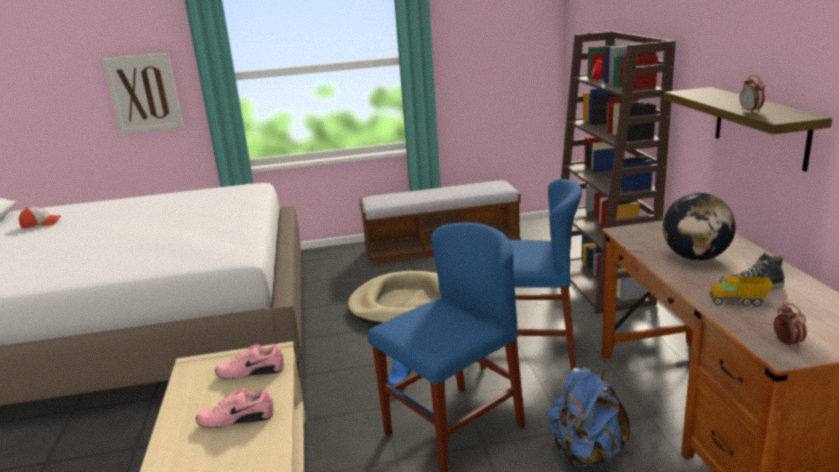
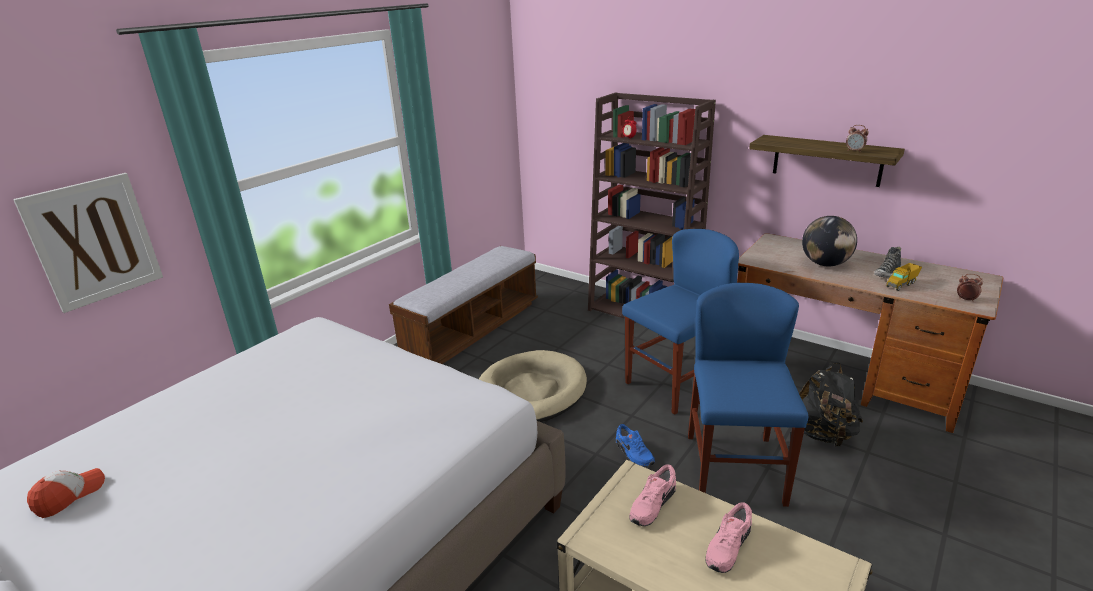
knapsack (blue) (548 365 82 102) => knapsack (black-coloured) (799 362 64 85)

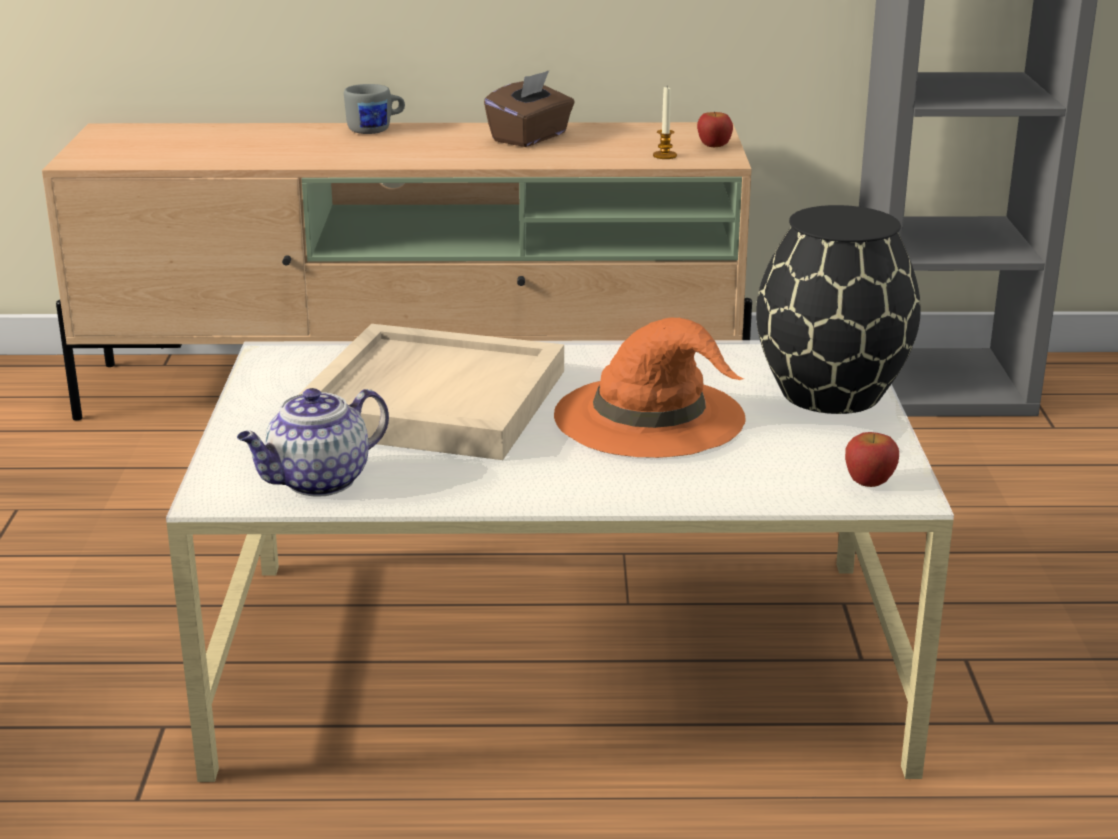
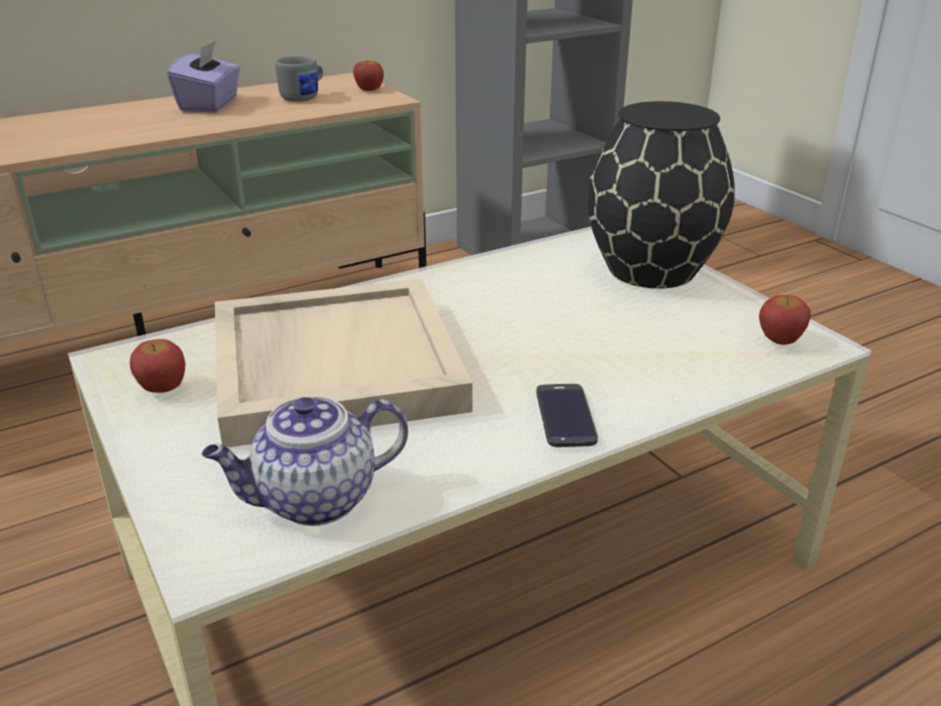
nothing => apple fruit (130 339 55 54)
tissue box (brownish) (484 71 91 76) => tissue box (purple) (167 41 73 71)
teapot (237 388 152 108) => teapot (202 396 206 130), 45 degrees clockwise
coffee mug (grey) (344 84 61 50) => coffee mug (grey) (275 56 48 46), moved
nothing => telephone (536 384 62 63)
wearable hat (orange) (554 317 192 141) => nothing
wax candle (653 87 24 72) => nothing

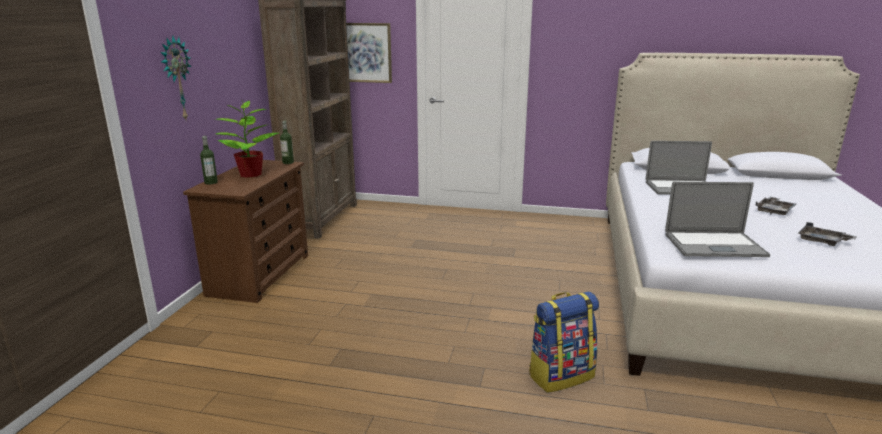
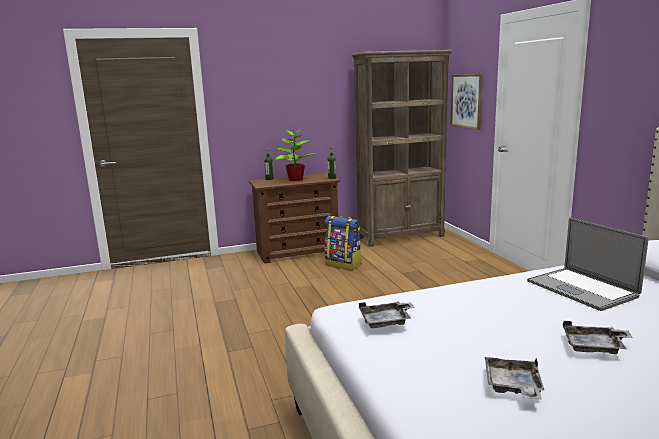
knapsack (529 291 70 102) => knapsack (325 216 37 54), moved
notebook computer (665 182 105 75) => tray (grey) (359 302 56 26)
clock on the wall (160 35 31 85) => nothing

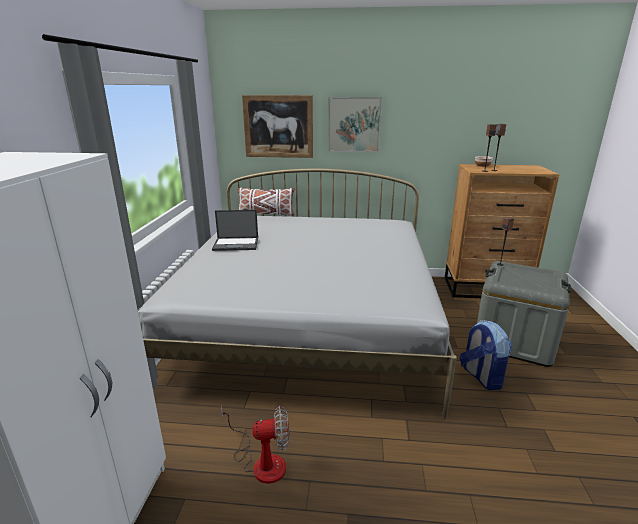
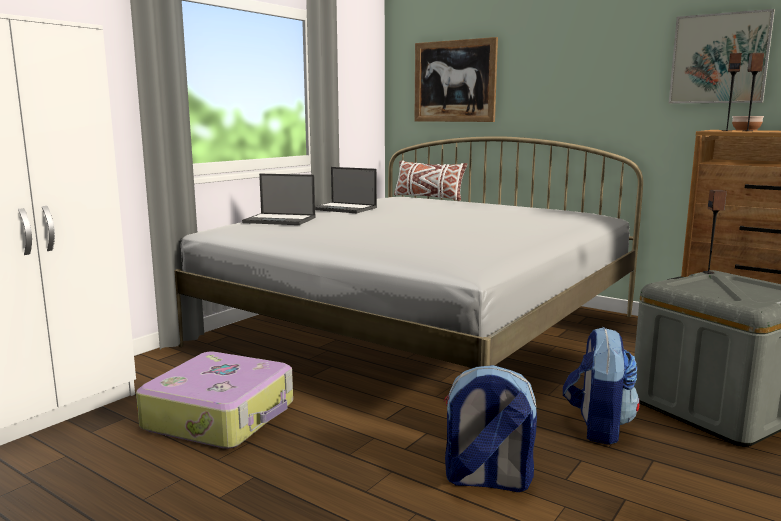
cooling fan (221 406 68 78) => travel case (136 351 157 98)
nothing => notebook computer (242 174 73 51)
nothing => knapsack (444 365 93 127)
picture (328 97 54 55) => picture (669 9 106 94), moved

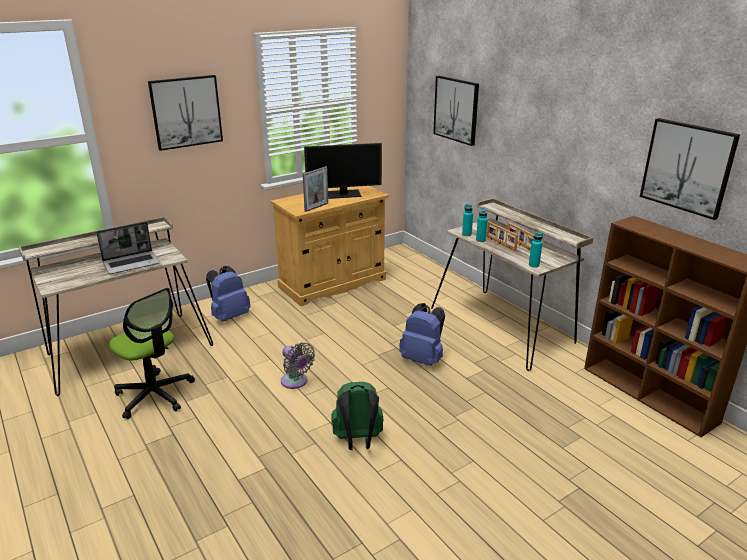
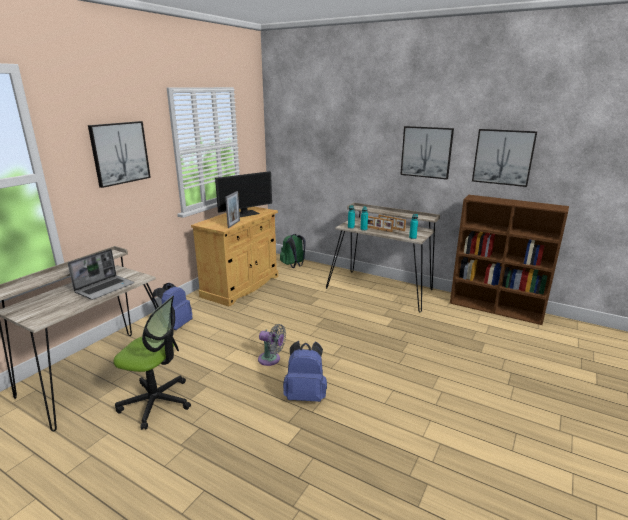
knapsack (greenish) (331 382 52 68) => knapsack (greenish) (280 234 26 34), moved
knapsack (blue) (399 303 46 63) => knapsack (blue) (283 341 44 61), moved
picture (433 76 46 70) => picture (400 126 54 53), moved

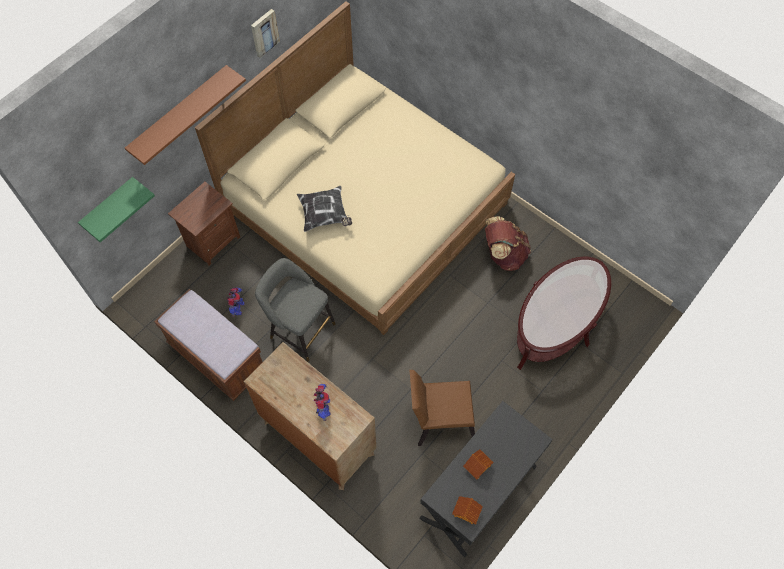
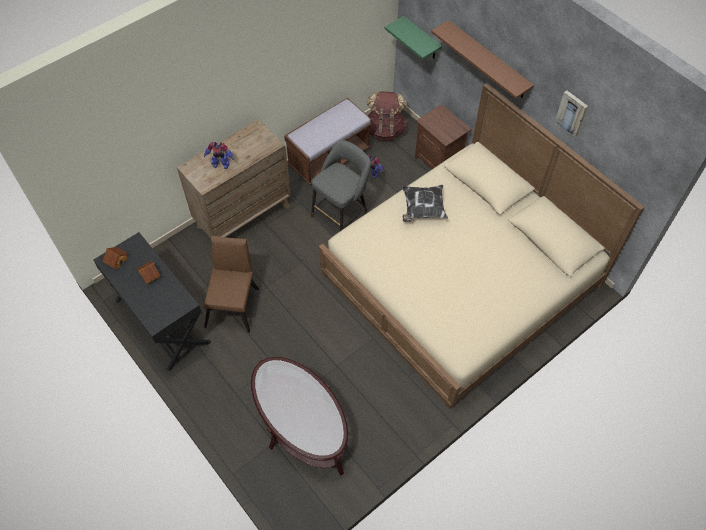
knapsack (brownish) (485 216 46 55) => knapsack (brownish) (367 92 40 49), moved

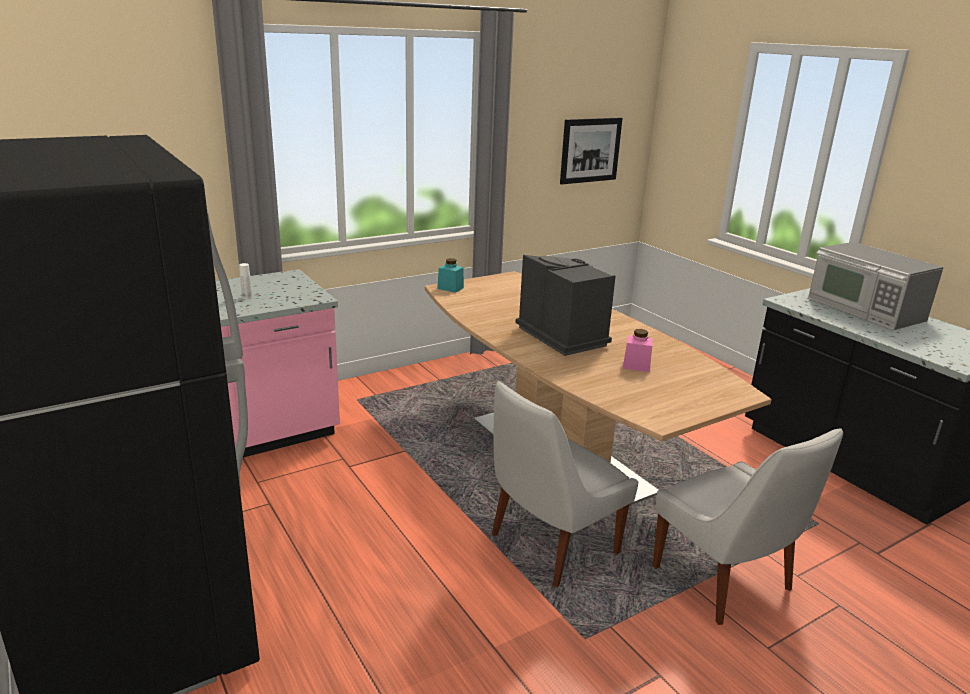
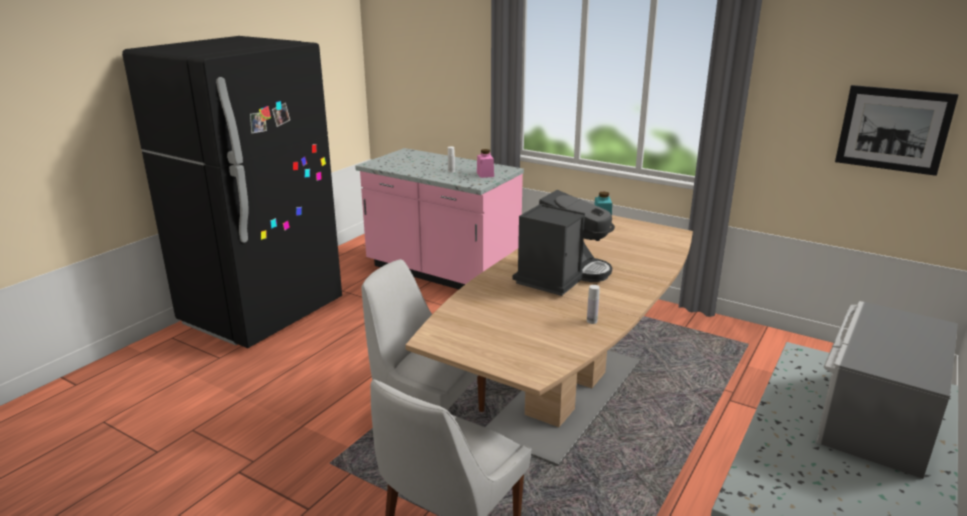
preserve jar (pink-coloured) (623 329 30 43) => preserve jar (pink-coloured) (477 149 17 29), moved
nothing => drink bottle (whitish) (587 285 13 39)

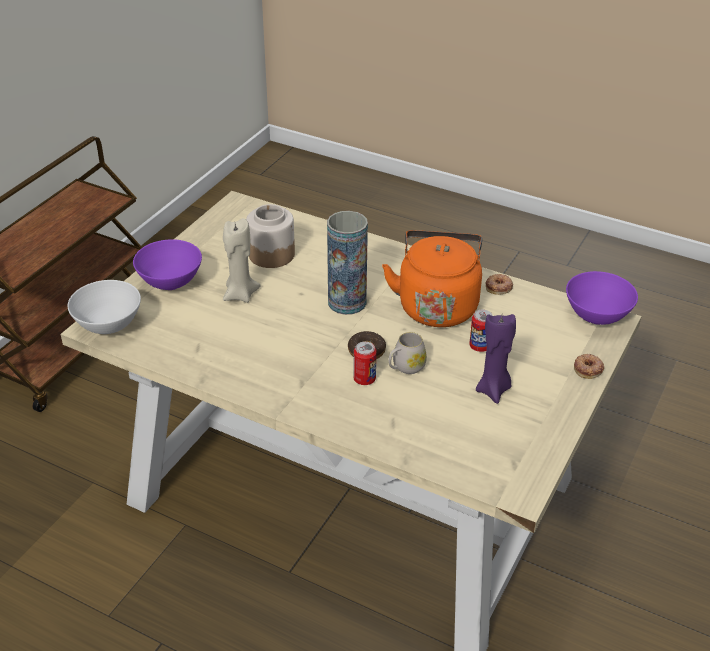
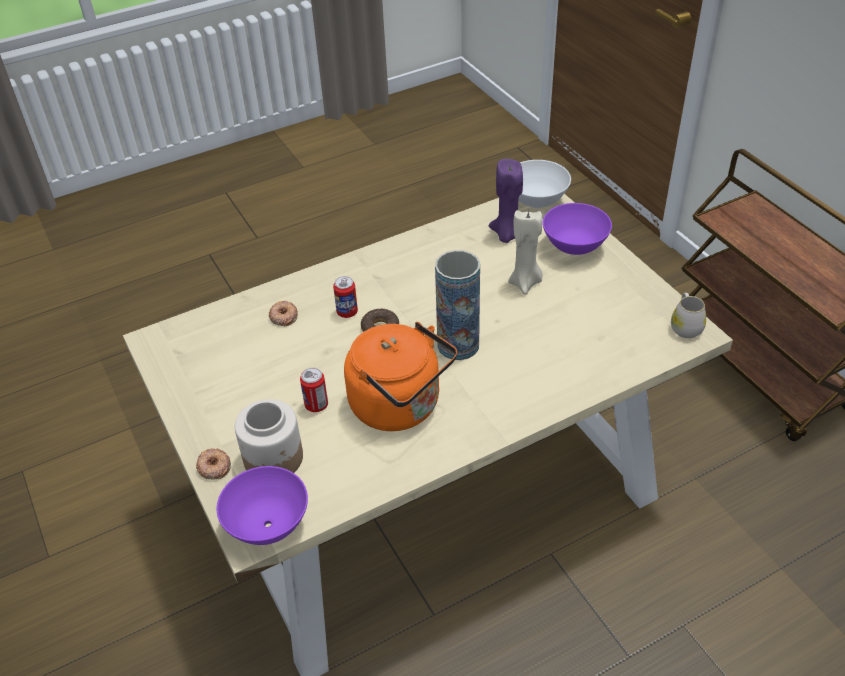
preserve jar (246 204 49 64) => preserve jar (235 399 68 74), moved
donut (486 274 27 21) => donut (269 301 29 25), moved
wax candle (purple) (476 314 40 90) => wax candle (purple) (489 159 34 84), moved
coffee mug (whitish) (388 332 39 42) => coffee mug (whitish) (671 293 35 45), moved

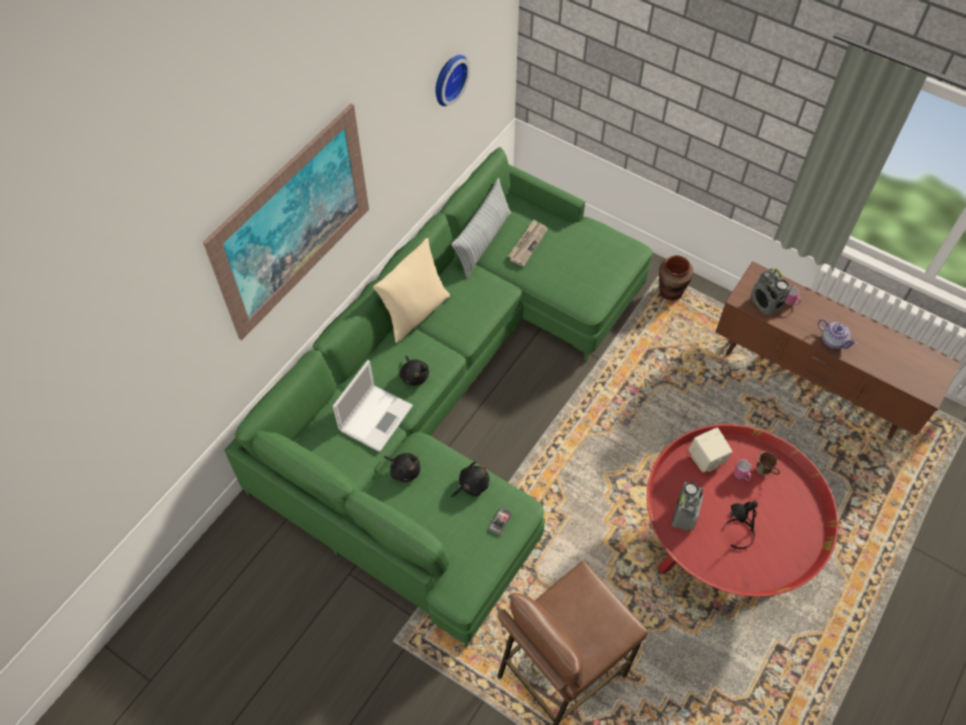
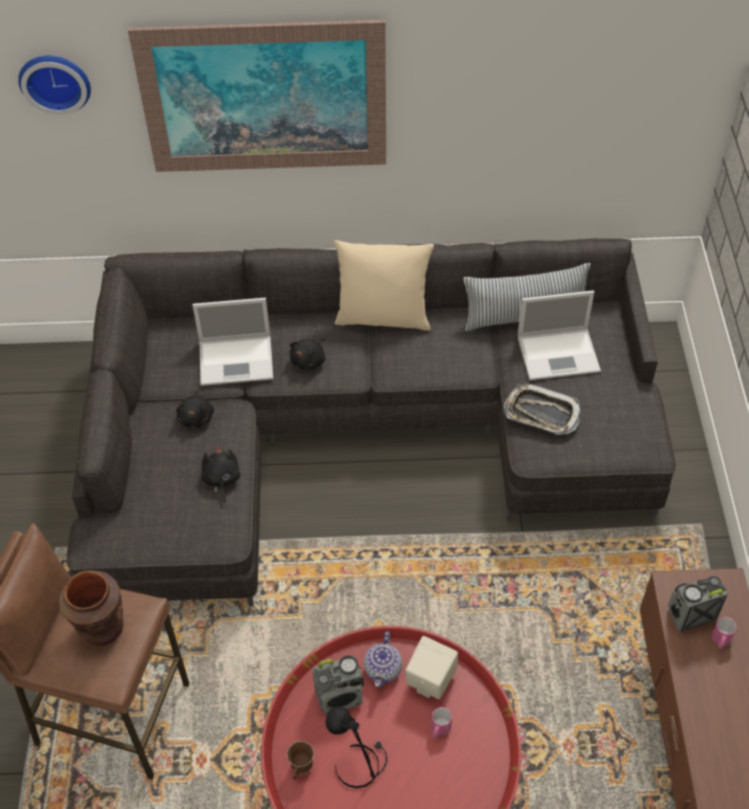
clock on the wall (435 55 35 51) => clock on the wall (18 56 73 59), moved
decorative vase (brownish) (659 255 35 46) => decorative vase (brownish) (59 570 64 76), moved
settee (greenish) (224 147 429 501) => settee (grey) (67 239 609 368)
soft toy (black-coloured) (451 461 39 37) => soft toy (black-coloured) (201 445 39 58), 120 degrees counterclockwise
coffee mug (brownish) (757 452 23 23) => coffee mug (brownish) (287 741 27 39), moved
teapot (818 319 40 30) => teapot (364 632 38 55), moved
nothing => tray (504 383 76 52)
printed paper (508 220 40 47) => notebook computer (518 291 83 89)
radio (750 268 40 47) => radio (668 576 60 56), 45 degrees clockwise
telephone (488 508 24 27) => nothing

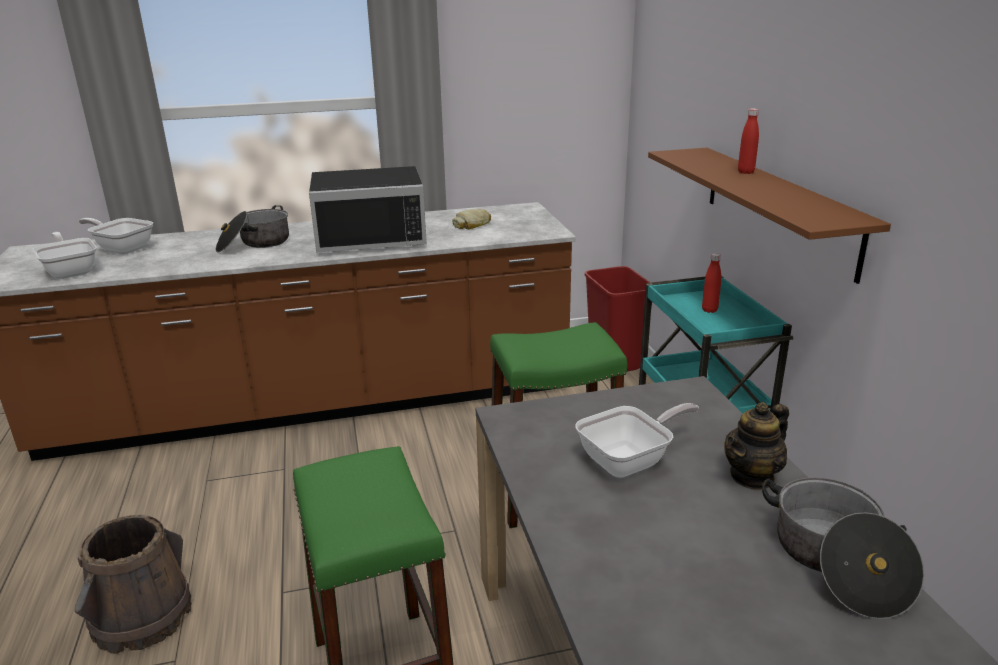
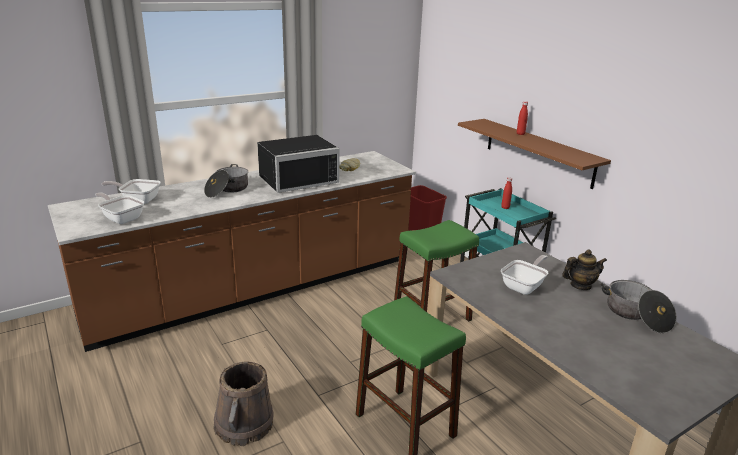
teapot (724 402 65 88) => teapot (562 249 45 41), 135 degrees counterclockwise

